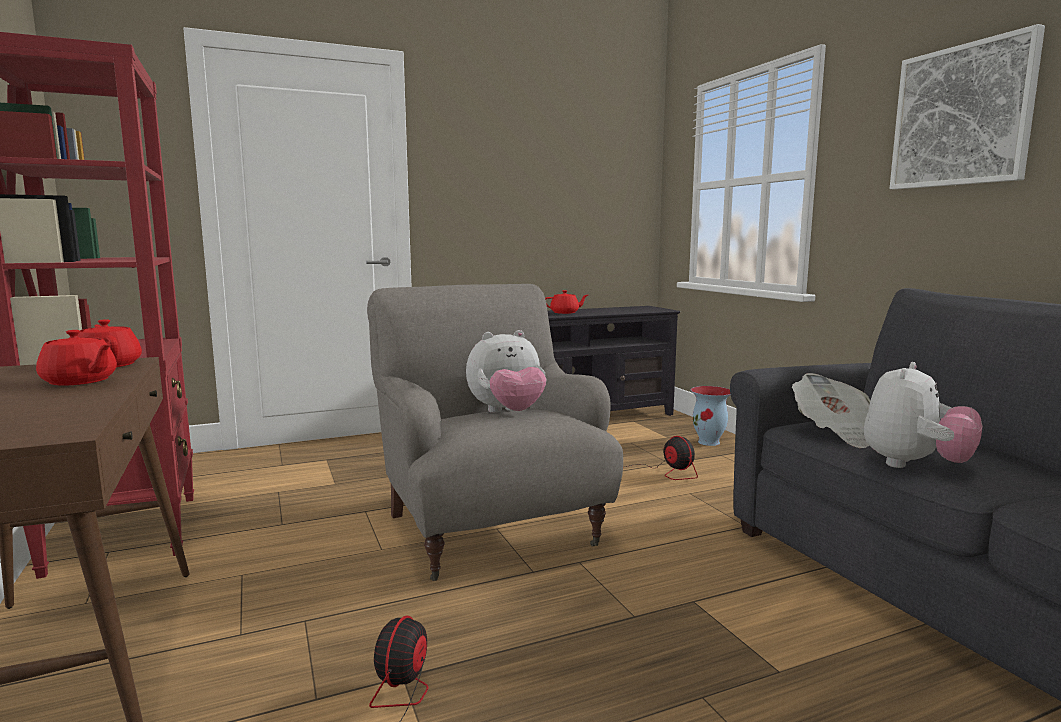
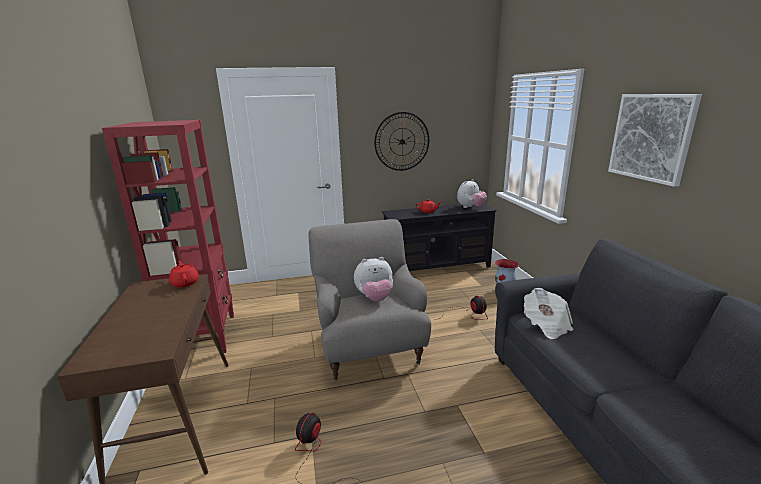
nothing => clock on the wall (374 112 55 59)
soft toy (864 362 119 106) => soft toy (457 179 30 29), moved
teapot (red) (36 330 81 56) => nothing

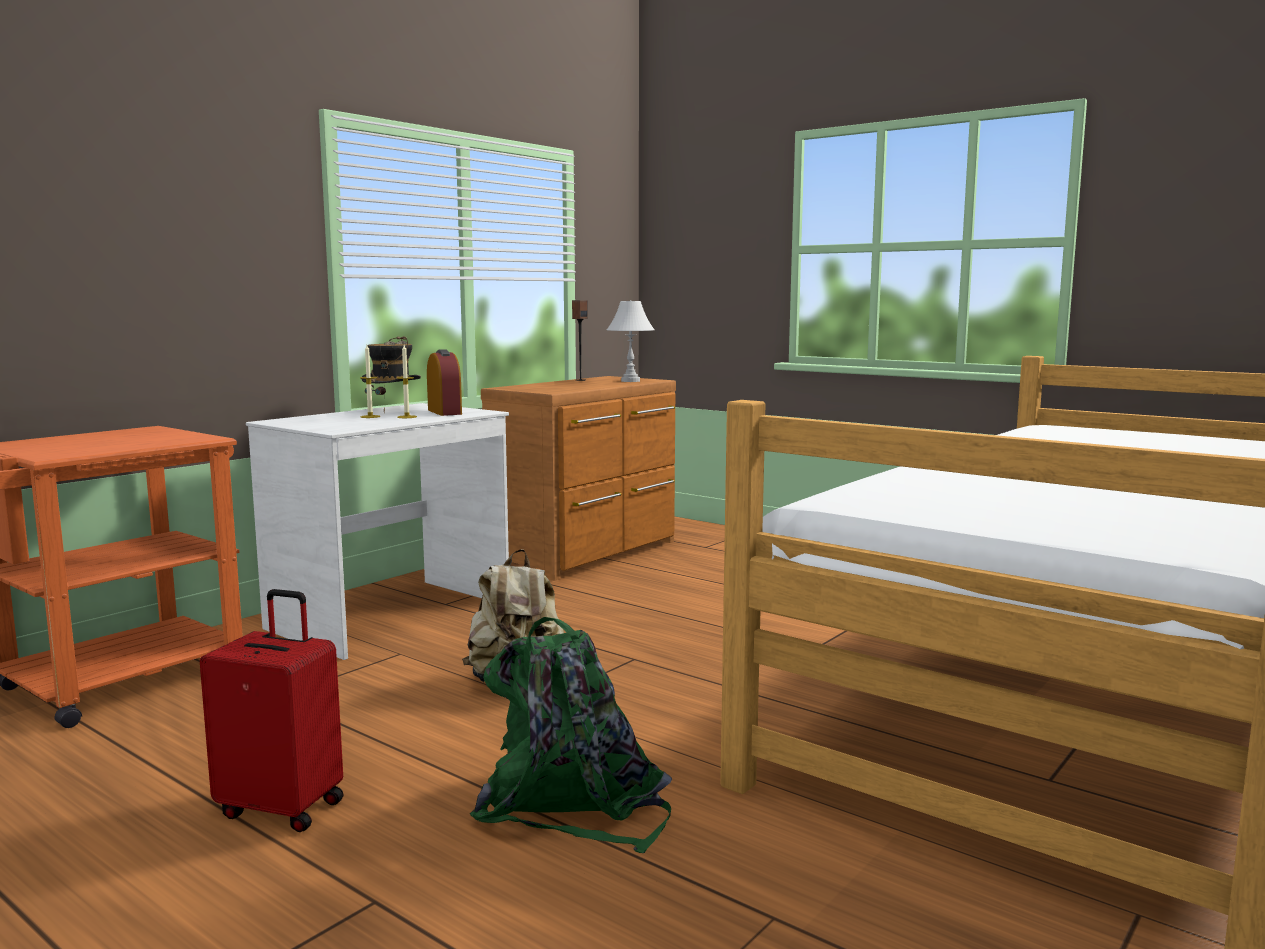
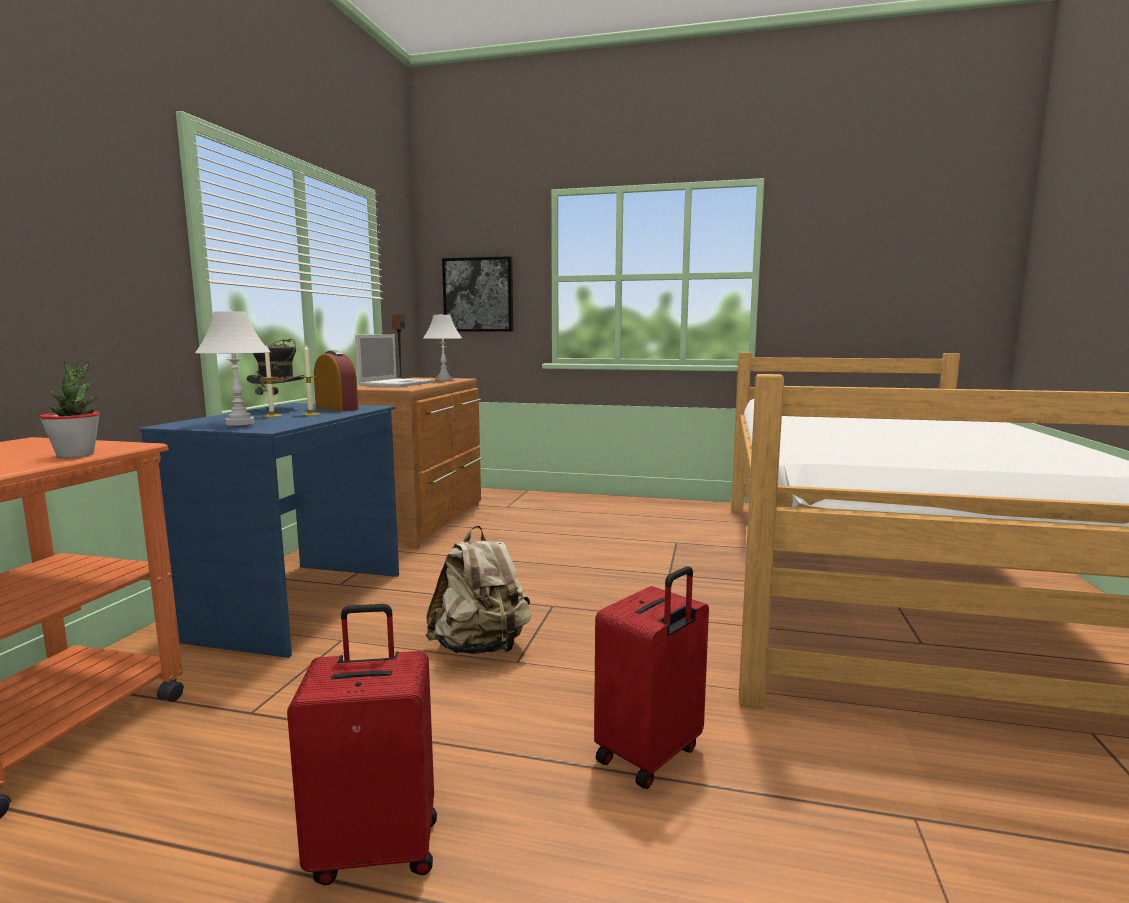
nothing => plant in a pot (39 361 61 97)
desk table (whitish) (246 403 263 257) => desk table (blue) (140 403 259 255)
nothing => tabletop lamp (whitish) (195 311 75 115)
nothing => notebook computer (355 334 79 53)
nothing => picture (442 256 71 76)
knapsack (greenish) (470 617 202 236) => travel case (red) (594 566 115 223)

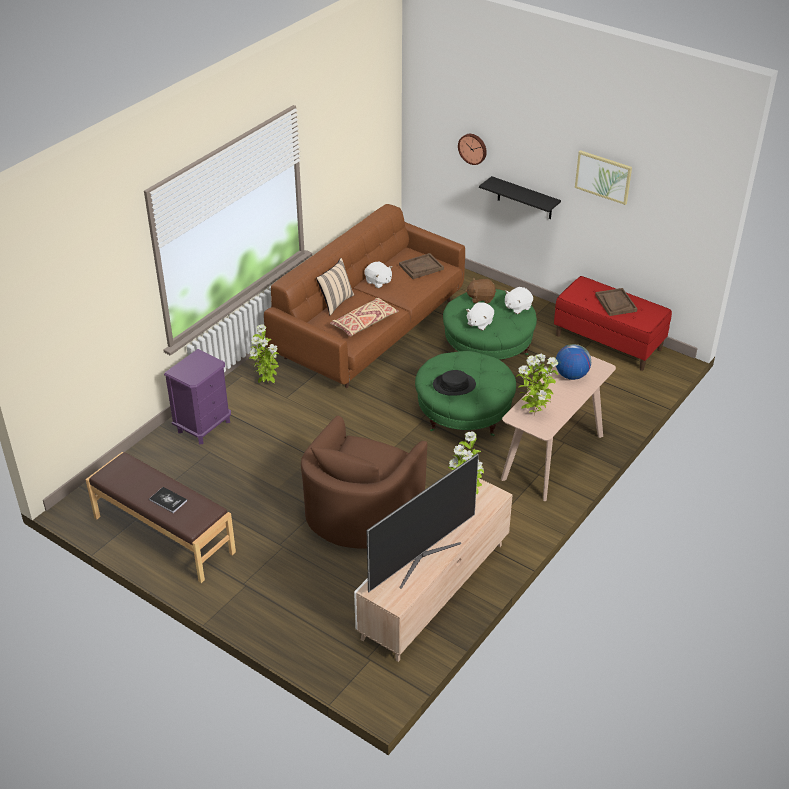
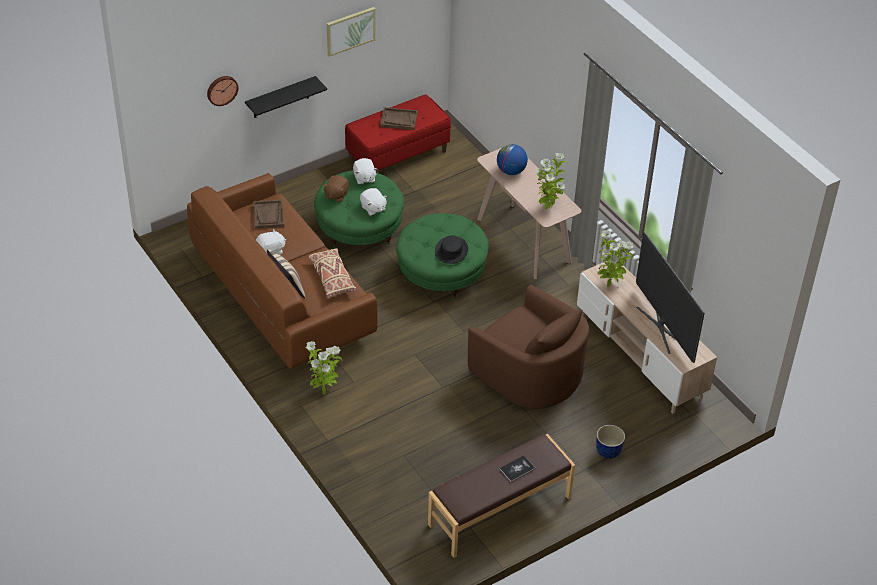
nothing => plant pot (596 425 29 34)
bedside table (purple) (164 349 67 96) => nothing

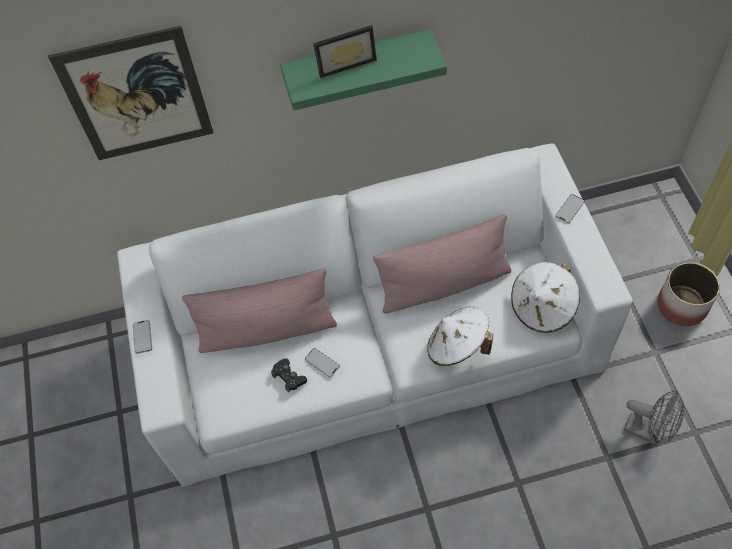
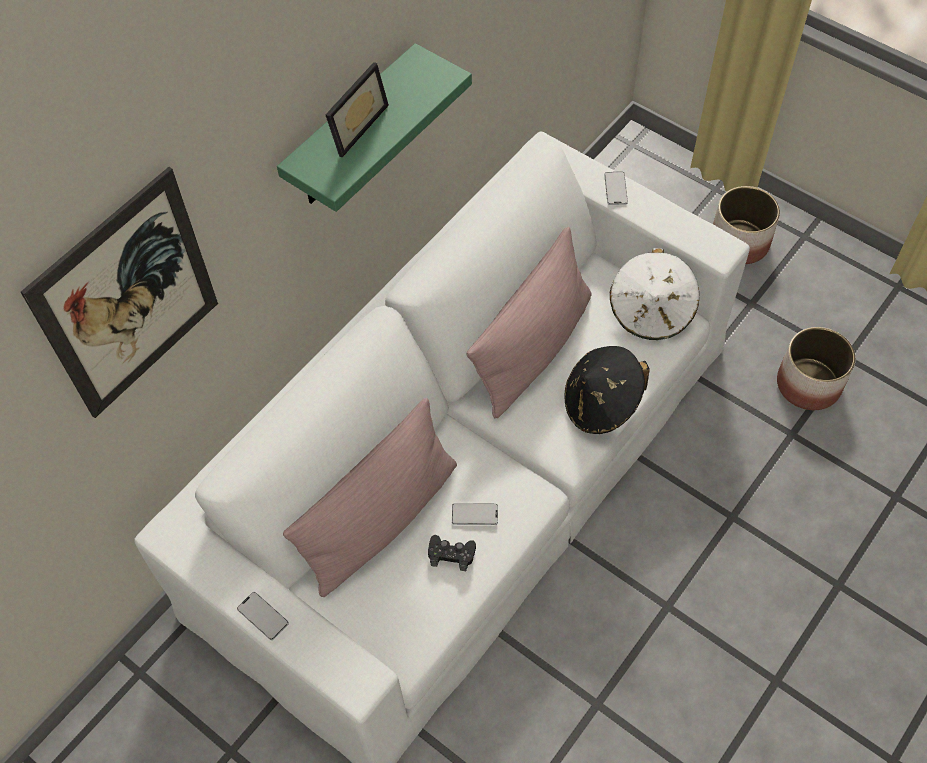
wearable hat (whitish) (427 306 66 60) => wearable hat (black-coloured) (564 346 86 88)
cooling fan (grey) (624 390 60 57) => plant pot (777 327 79 83)

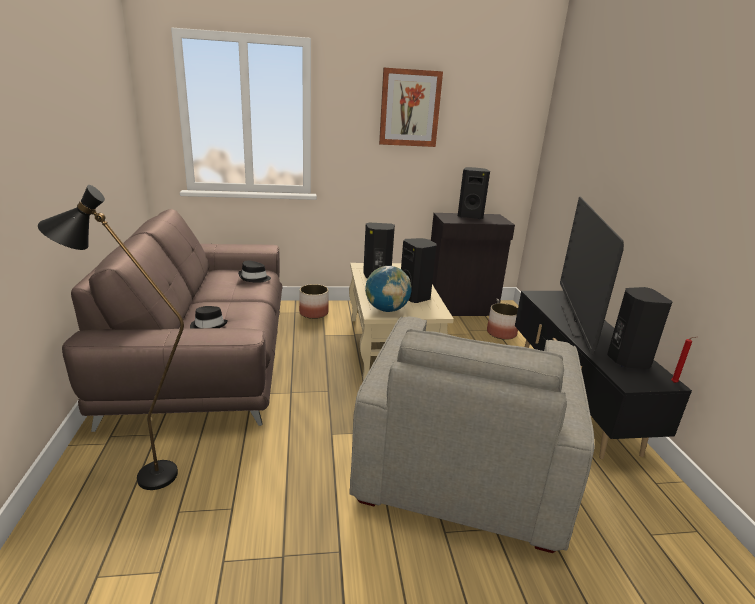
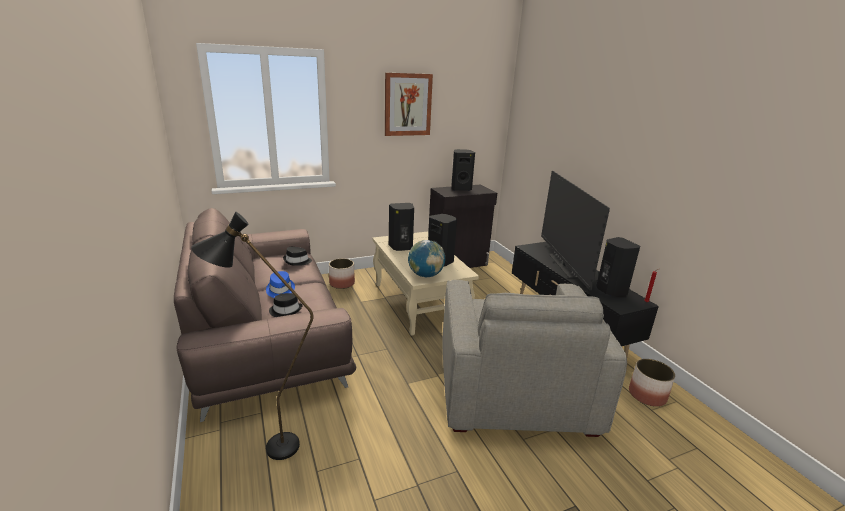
nothing => wearable hat (blue) (266 271 29 27)
plant pot (487 303 31 37) => plant pot (629 359 46 48), moved

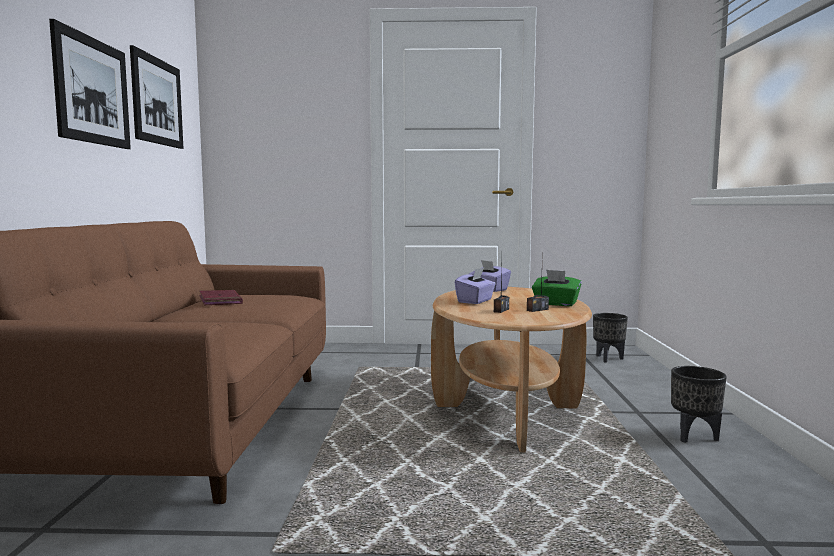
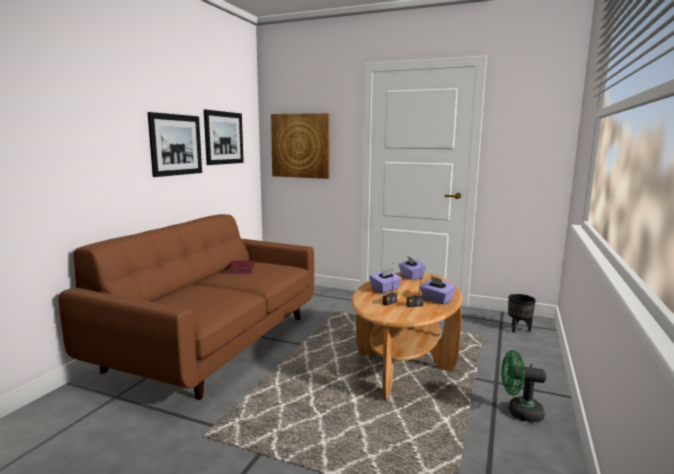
nothing => picture (271 113 59 66)
tissue box (greenish) (532 270 50 36) => tissue box (purple) (420 276 36 28)
plant pot (black-coloured) (671 366 55 77) => cooling fan (greenish) (501 350 46 72)

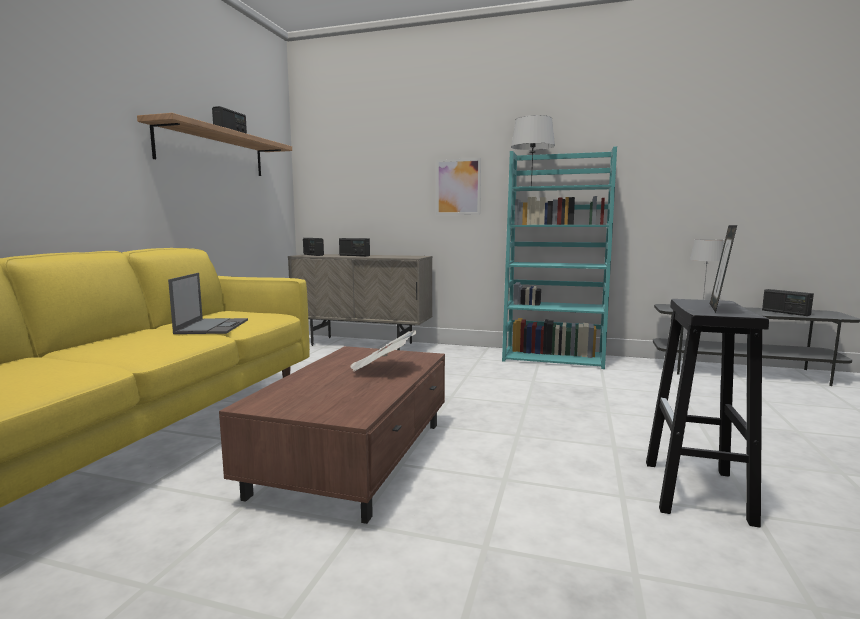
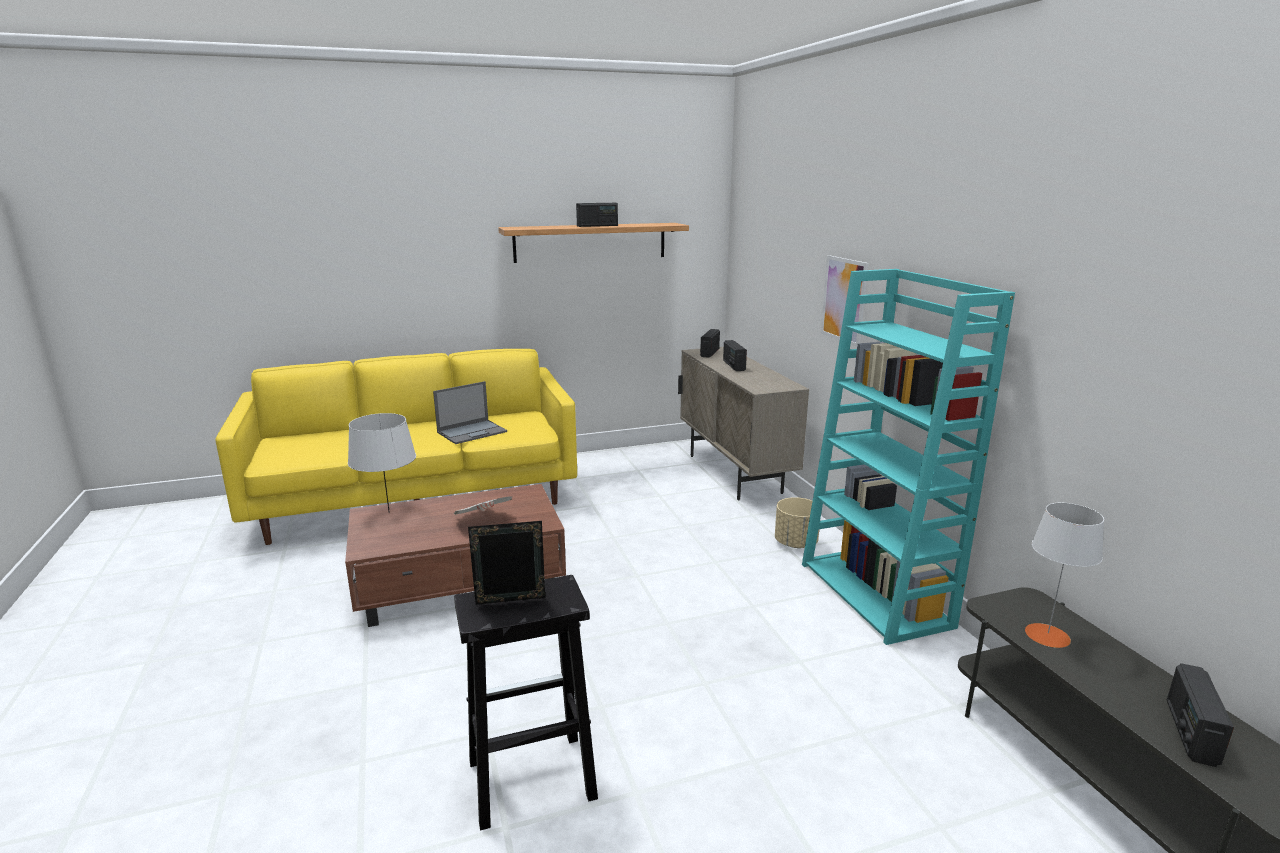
tabletop lamp (grey) (511 115 44 71) => tabletop lamp (grey) (348 413 68 100), moved
nothing => plant pot (beige) (775 497 44 51)

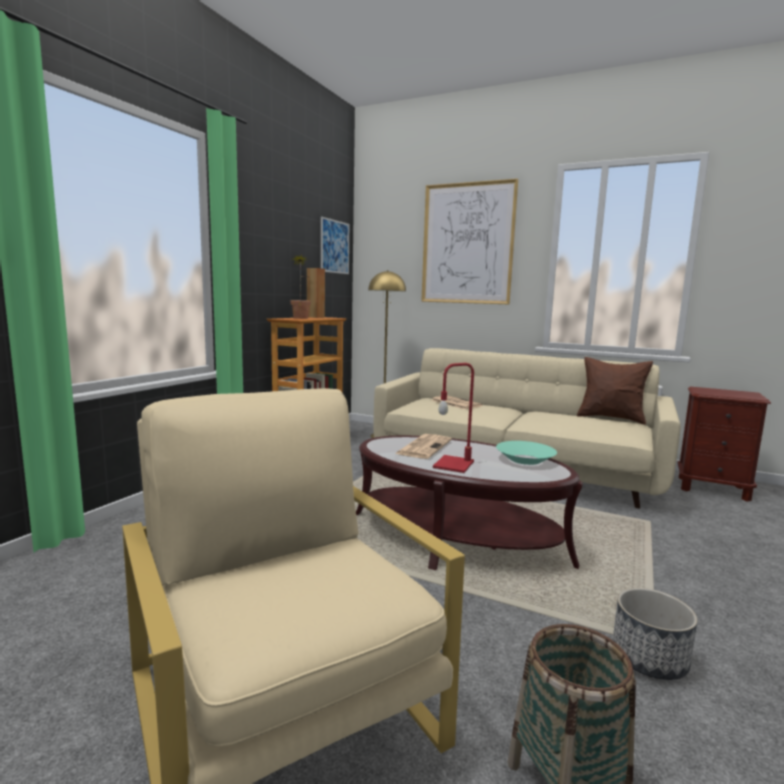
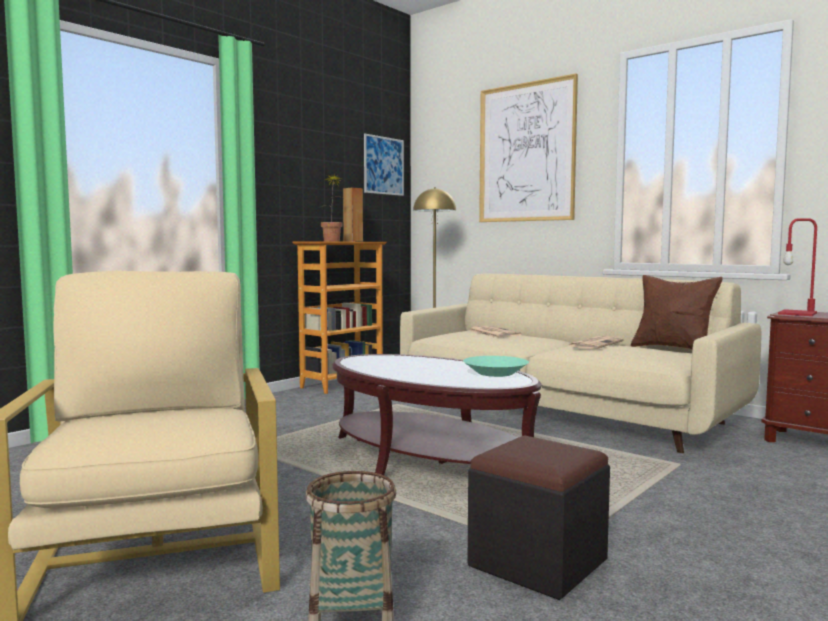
plant pot (613 588 85 92) => pouffe (black-coloured) (468 436 142 164)
printed paper (395 434 57 25) => printed paper (569 336 55 13), moved
tabletop lamp (red) (433 363 41 110) => tabletop lamp (red) (778 218 39 98), moved

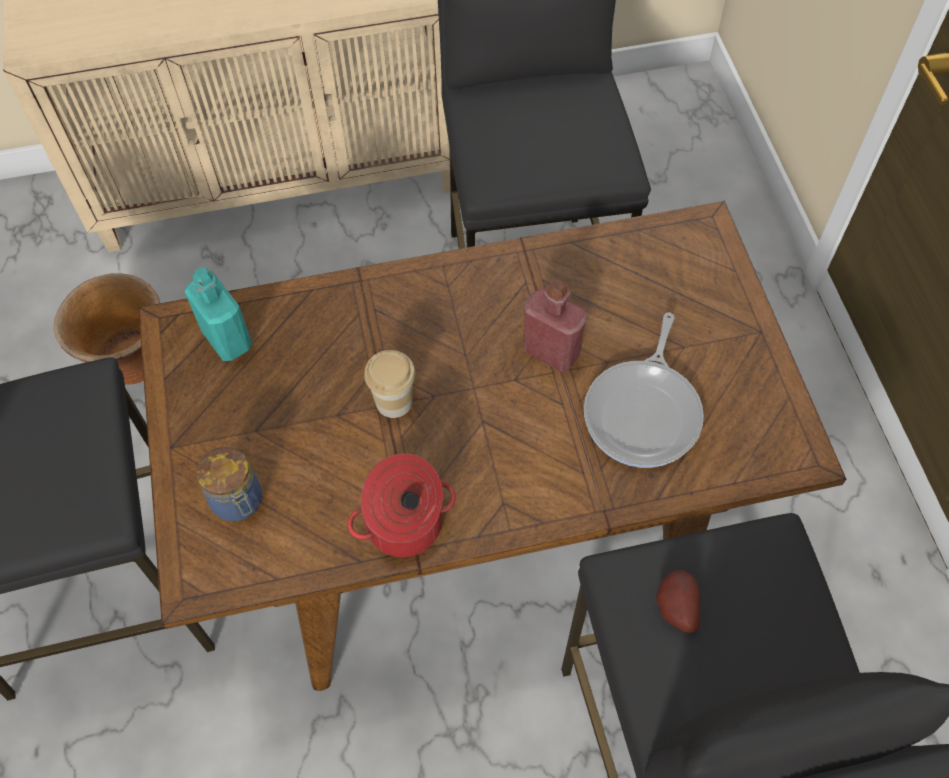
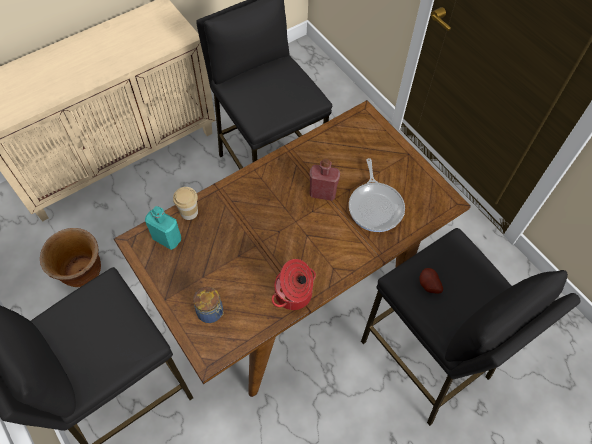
cup (364 350 51 68) => cup (173 187 25 33), moved

